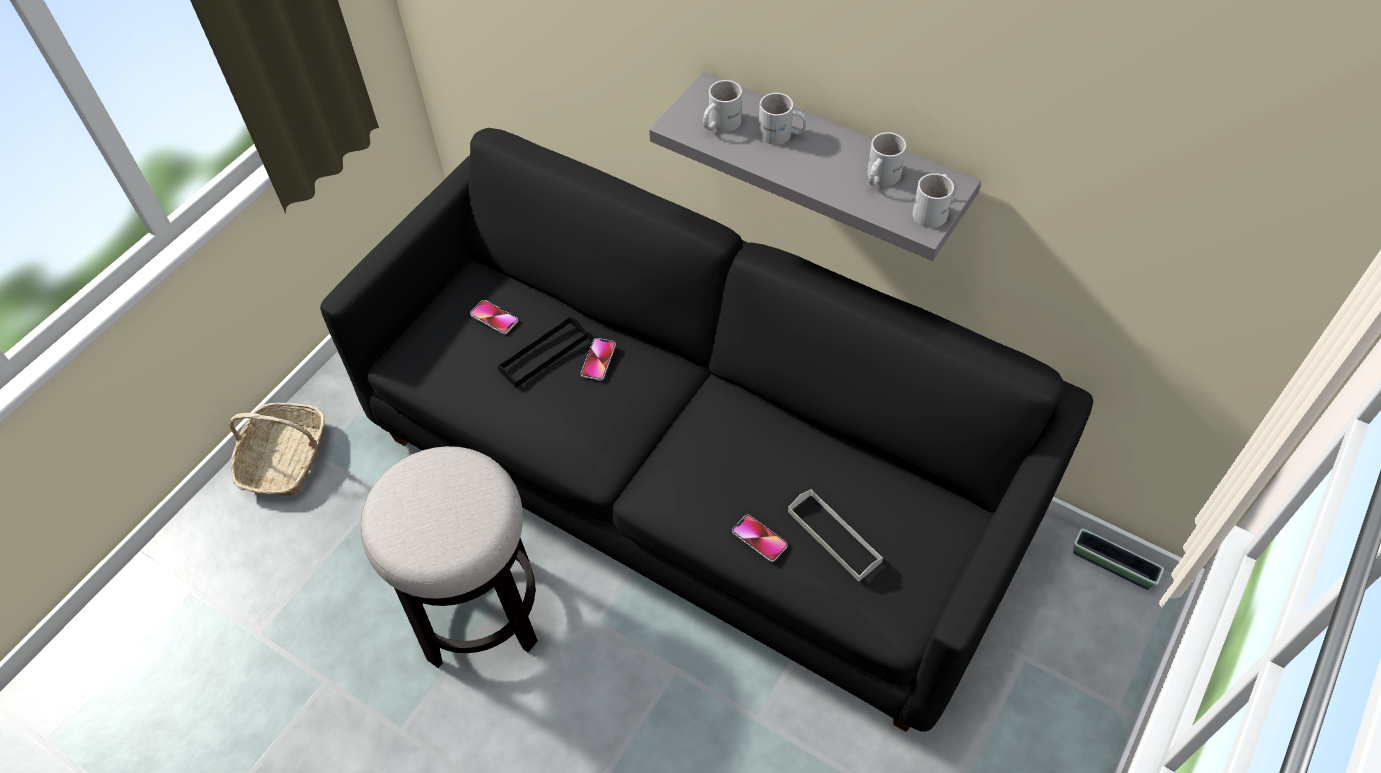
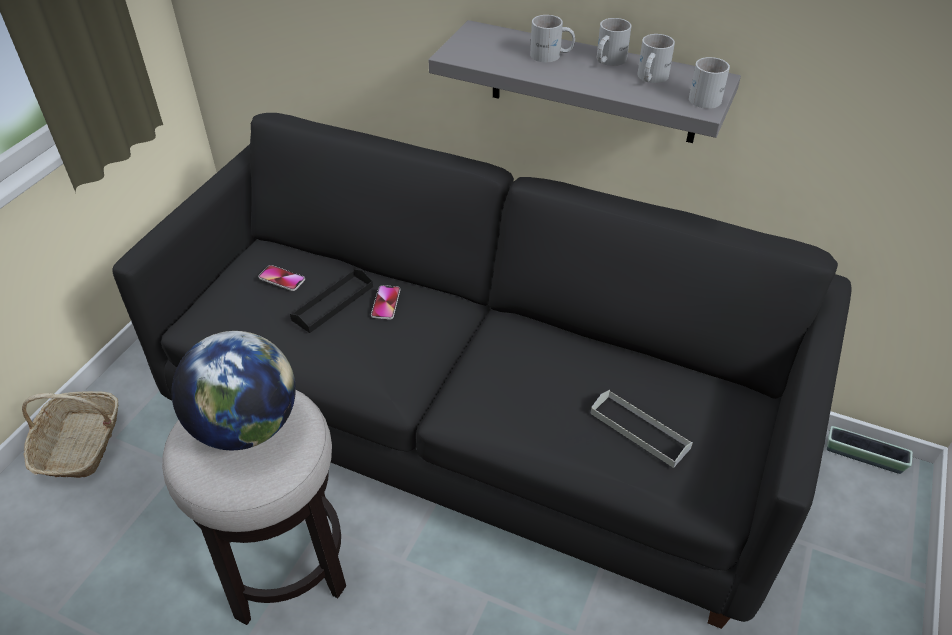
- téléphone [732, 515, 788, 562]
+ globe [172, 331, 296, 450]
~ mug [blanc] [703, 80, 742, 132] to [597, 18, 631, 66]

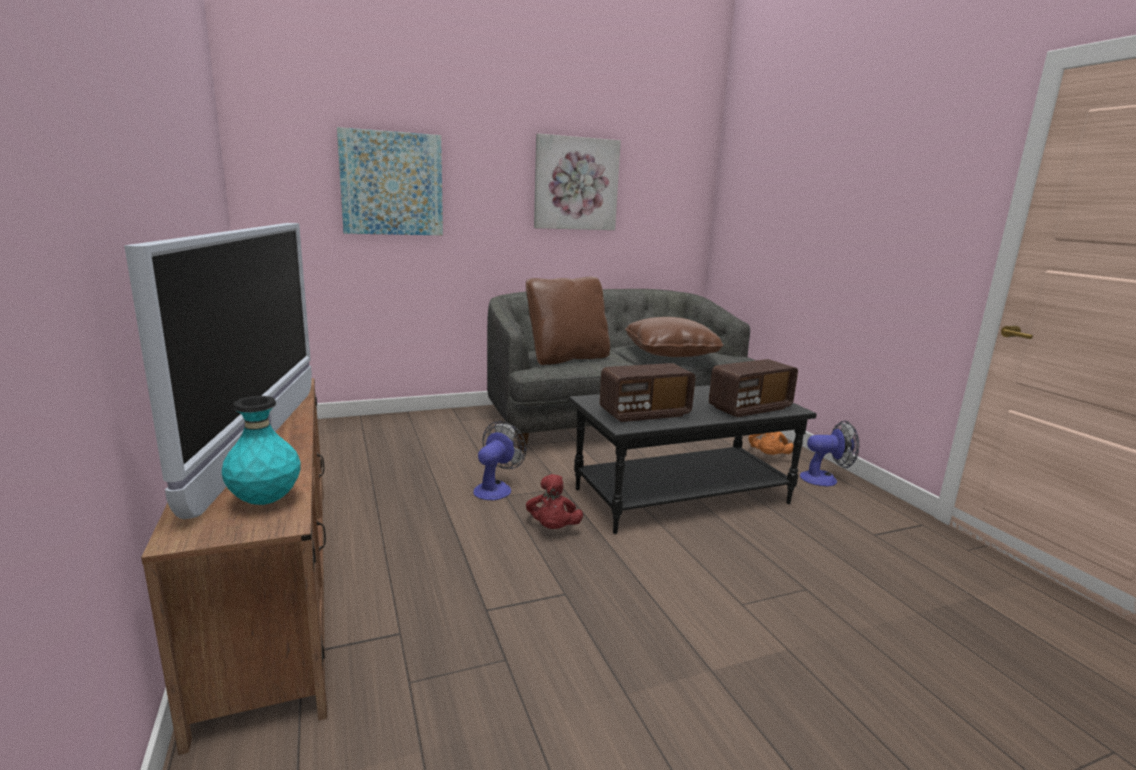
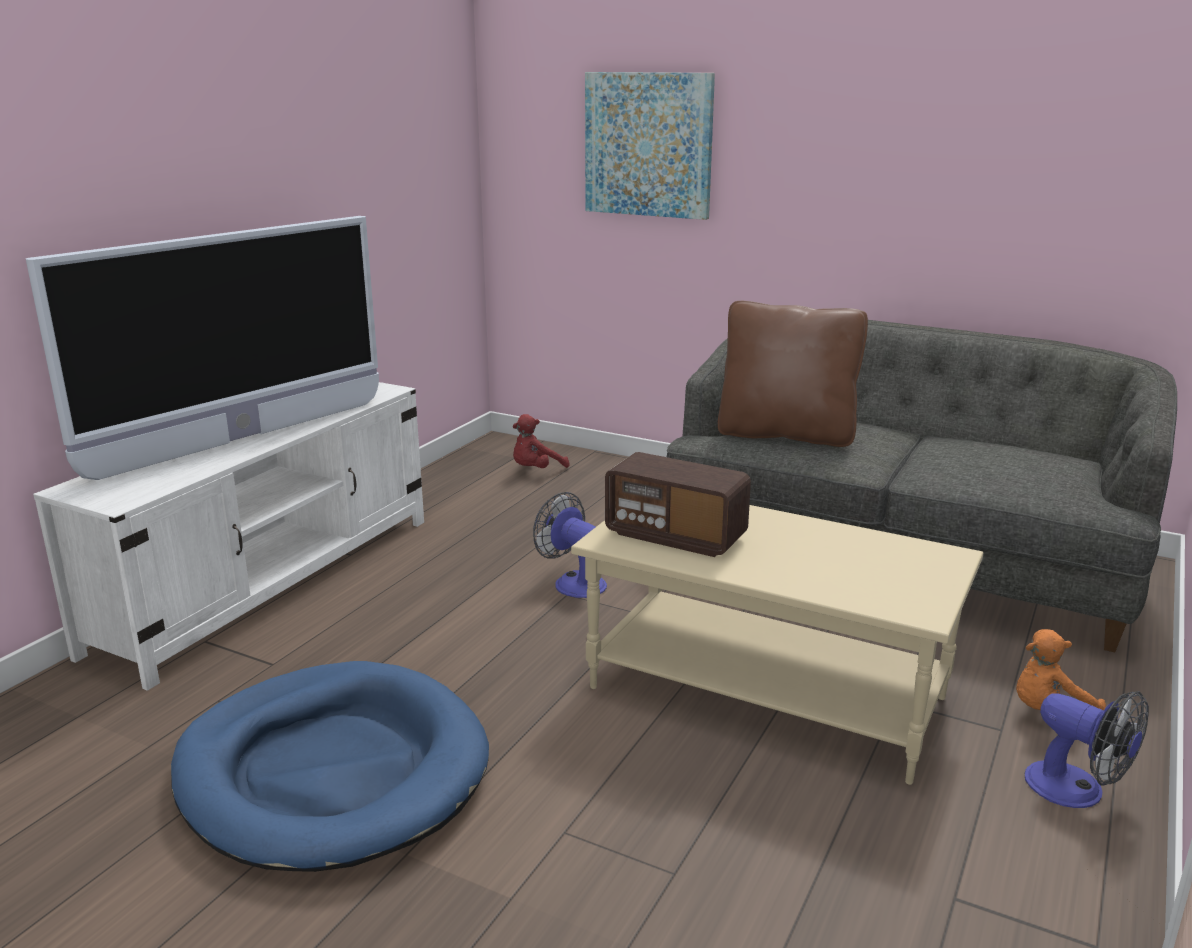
- vase [turquoise] [222, 396, 301, 505]
- tableau [534, 133, 621, 230]
- coussin [marron] [625, 317, 724, 357]
- radio [709, 359, 798, 417]
+ panier pour chien [bleu] [171, 661, 489, 872]
~ peluche [rouge] [526, 474, 583, 529] to [512, 414, 569, 468]
~ meuble télé [marron] [141, 378, 327, 755] to meuble télé [blanc] [33, 382, 424, 691]
~ table basse [noir] [568, 385, 817, 534] to table basse [beige] [571, 505, 983, 785]
~ ventilateur [473, 421, 526, 500] = [533, 492, 607, 598] 120 degrees counterclockwise

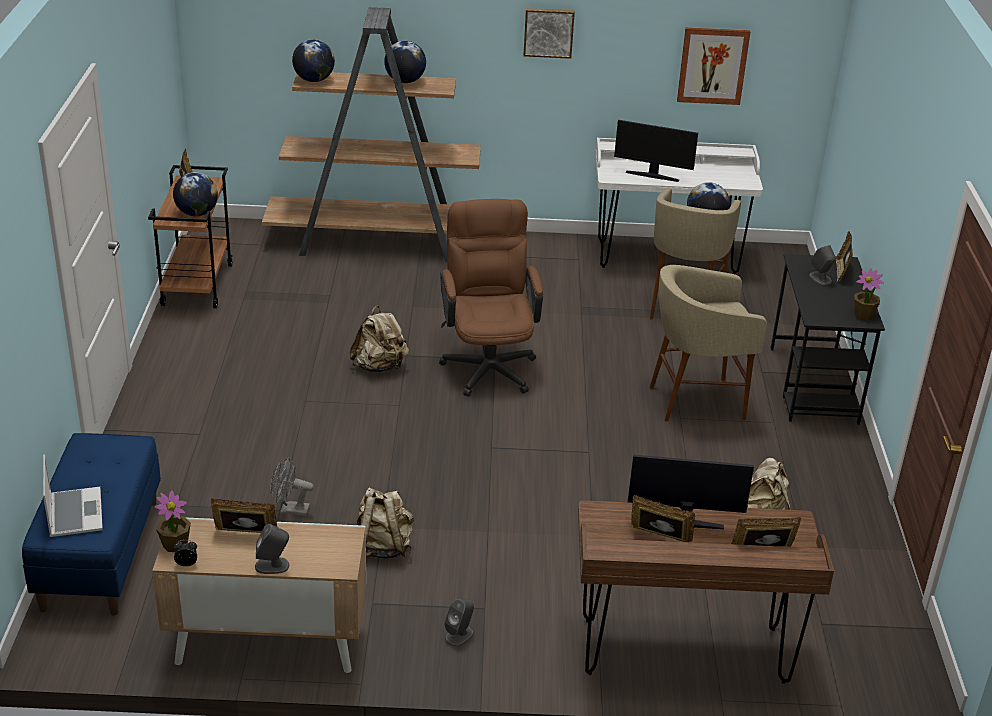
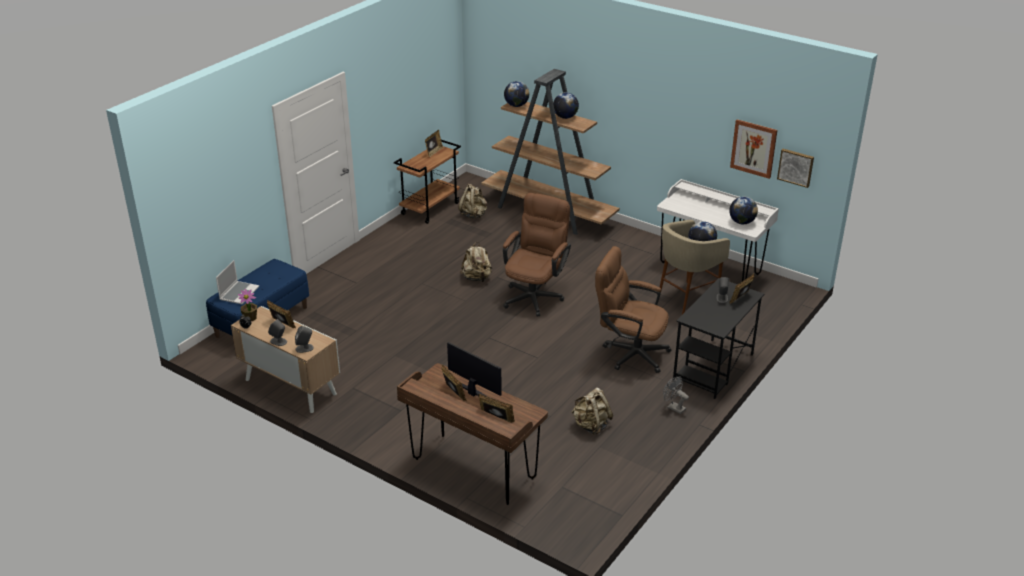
- écran d'ordinateur [614, 120, 698, 182]
- plante en pot [854, 268, 884, 320]
~ globe [173, 172, 218, 216] to [729, 197, 758, 224]
~ ventilateur [gris] [270, 457, 314, 516] to [663, 376, 689, 414]
~ sac à dos [beige] [356, 488, 414, 559] to [458, 183, 487, 219]
~ enceinte [gris] [444, 599, 474, 647] to [295, 326, 314, 353]
~ tableau [523, 8, 575, 59] to [777, 149, 814, 188]
~ tabouret [beige] [650, 265, 767, 422] to chaise de bureau [marron] [595, 246, 672, 373]

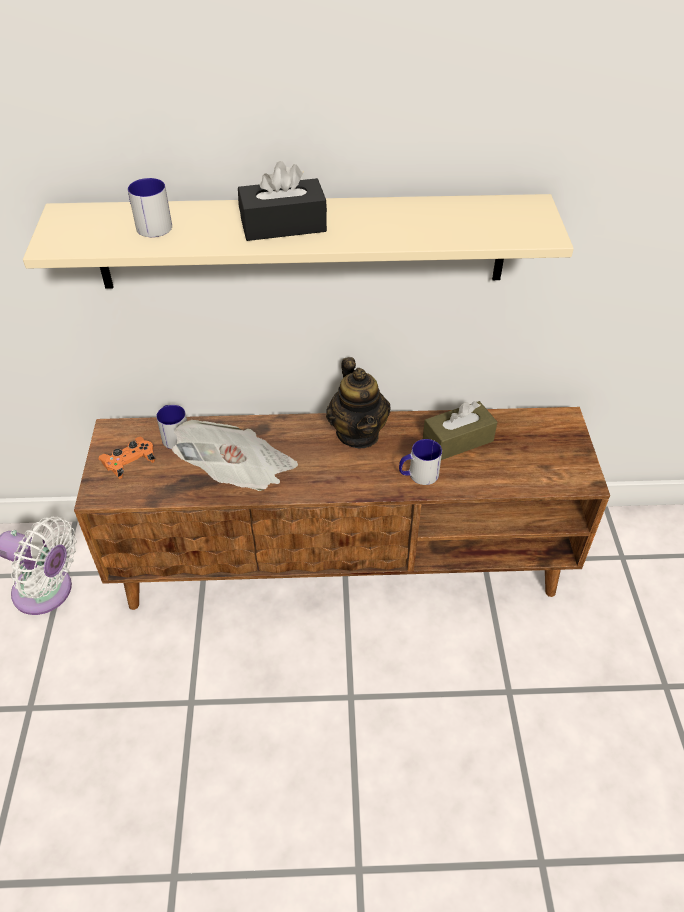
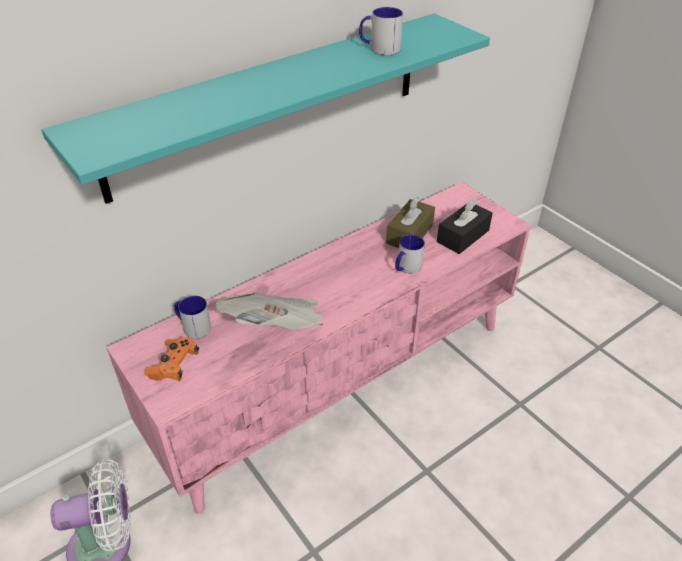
- théière [326, 357, 391, 449]
~ mug [128, 178, 172, 237] to [359, 7, 403, 55]
~ boîte à mouchoirs [noir] [238, 161, 327, 241] to [437, 199, 493, 254]
~ étagère [beige] [23, 194, 574, 289] to étagère [turquoise] [42, 14, 490, 204]
~ meuble télé [marron] [74, 407, 610, 610] to meuble télé [rose] [106, 182, 531, 513]

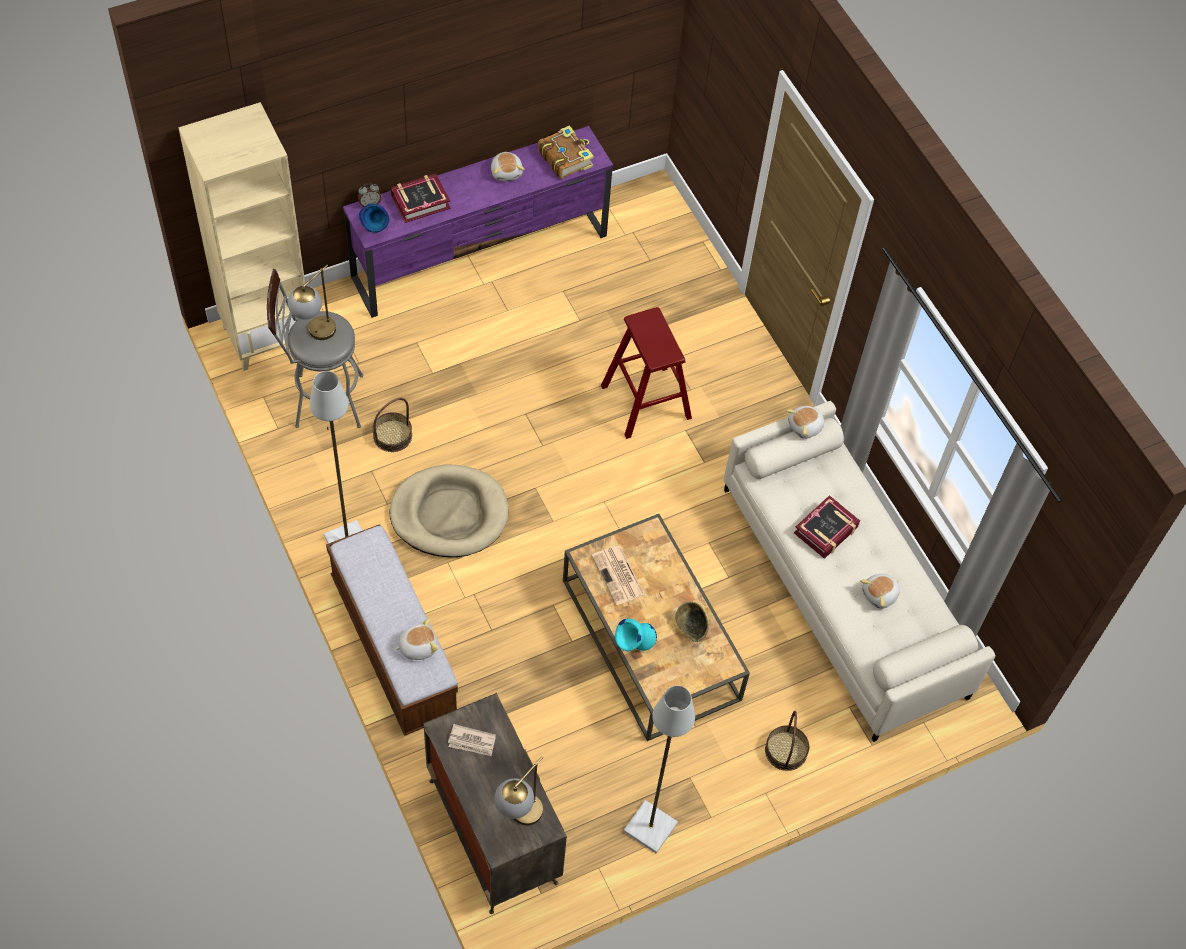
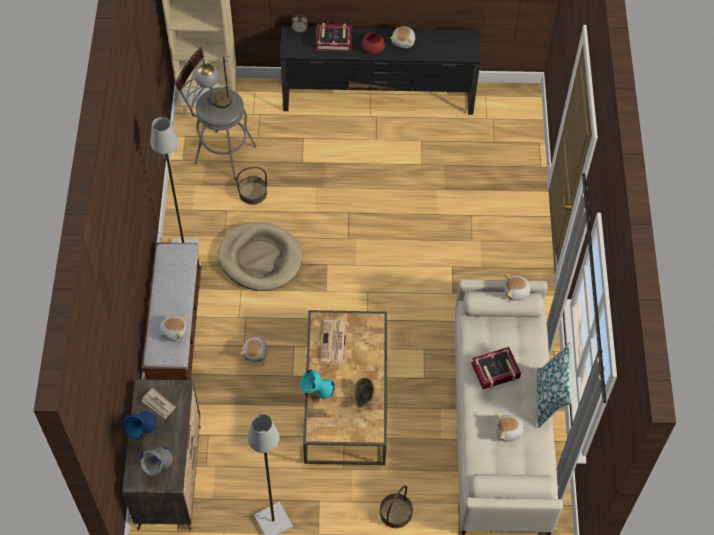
- livre [538, 125, 594, 179]
- tabouret [rouge] [601, 307, 692, 439]
+ peluche [240, 336, 267, 362]
+ bol [rouge] [362, 32, 385, 54]
+ coussin [537, 343, 572, 428]
~ vase [bleu] [359, 204, 389, 233] to [123, 411, 157, 439]
~ lampe de table [494, 756, 543, 825] to vase [gris] [139, 446, 173, 476]
~ meuble télé [violet] [343, 126, 613, 318] to meuble télé [noir] [280, 26, 481, 115]

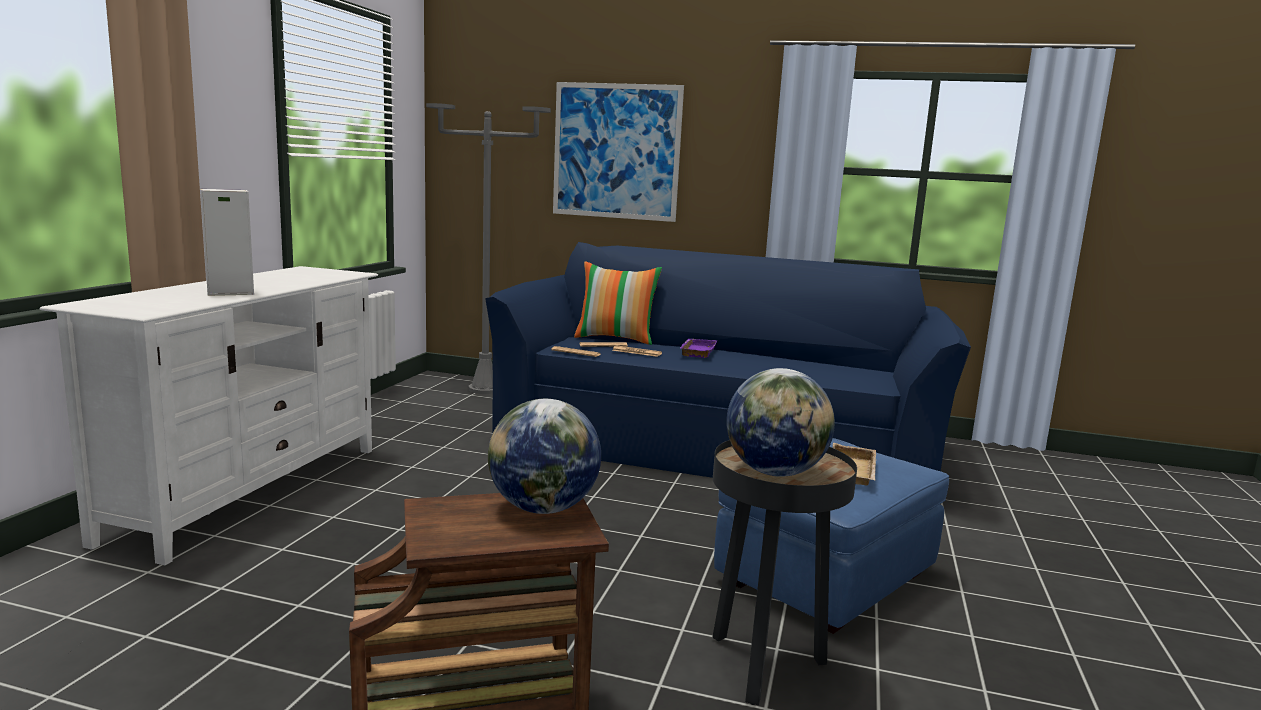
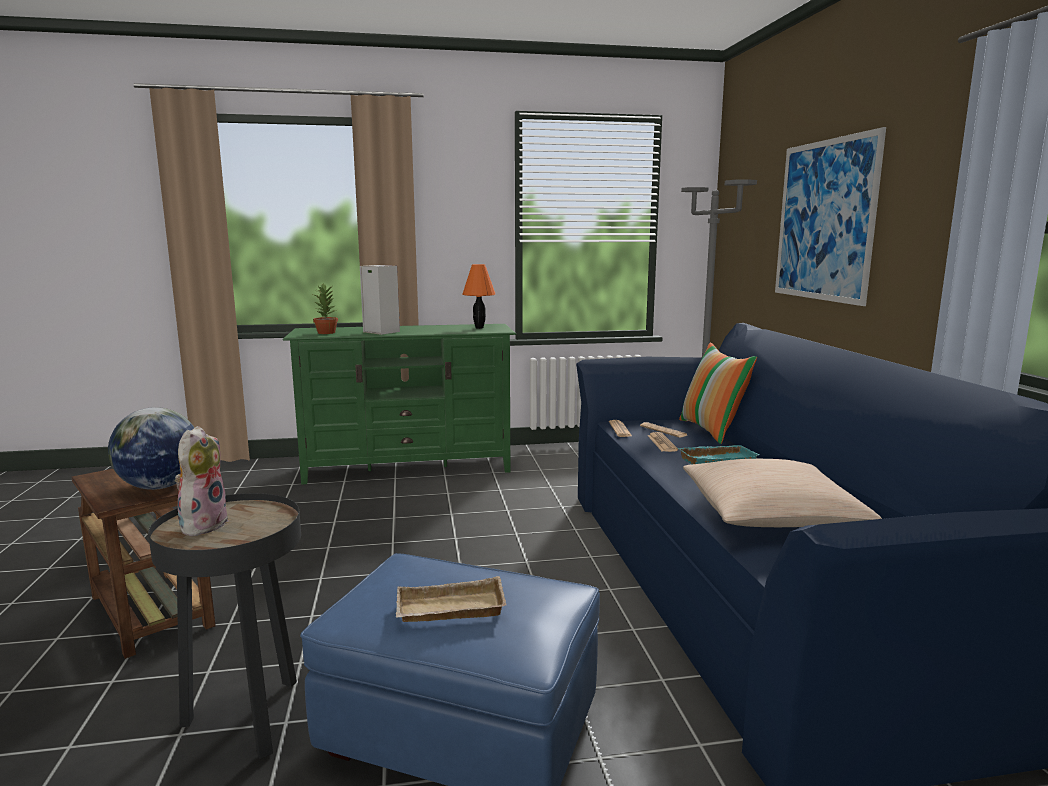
+ plante en pot [313, 283, 338, 334]
+ lampe de table [orange] [462, 264, 495, 329]
+ coussin [beige] [683, 459, 882, 527]
~ globe [726, 368, 835, 477] to peluche [175, 426, 230, 536]
~ meuble télé [blanc] [39, 266, 378, 565] to meuble télé [vert] [283, 324, 516, 485]
~ plateau [violet] [680, 339, 717, 358] to plateau [turquoise] [678, 445, 760, 464]

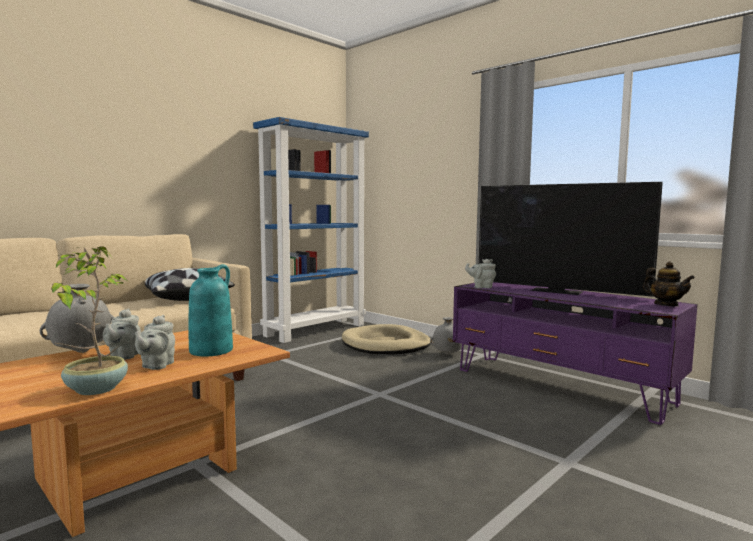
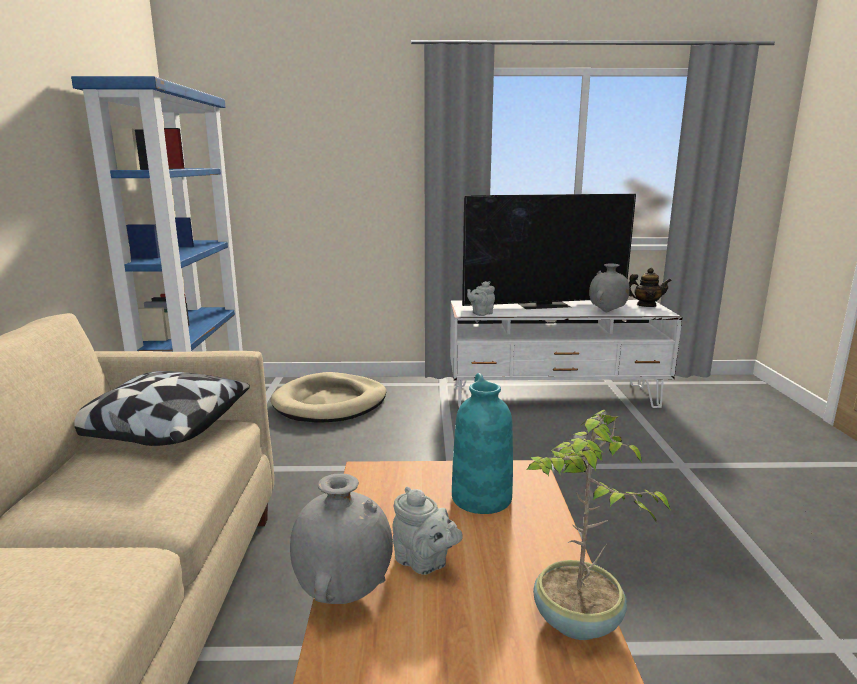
- théière [gris] [135, 315, 175, 370]
~ vase [gris] [430, 317, 465, 355] to [589, 263, 630, 312]
~ meuble télé [violet] [453, 282, 698, 425] to meuble télé [blanc] [450, 300, 682, 408]

